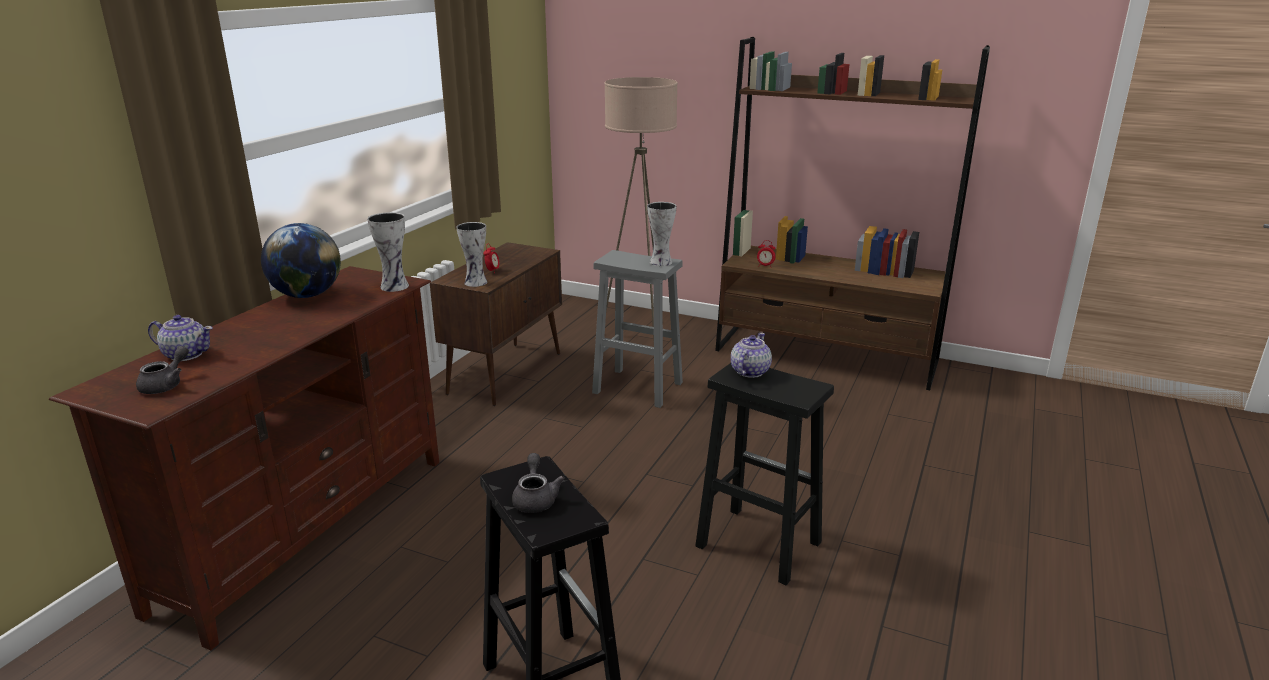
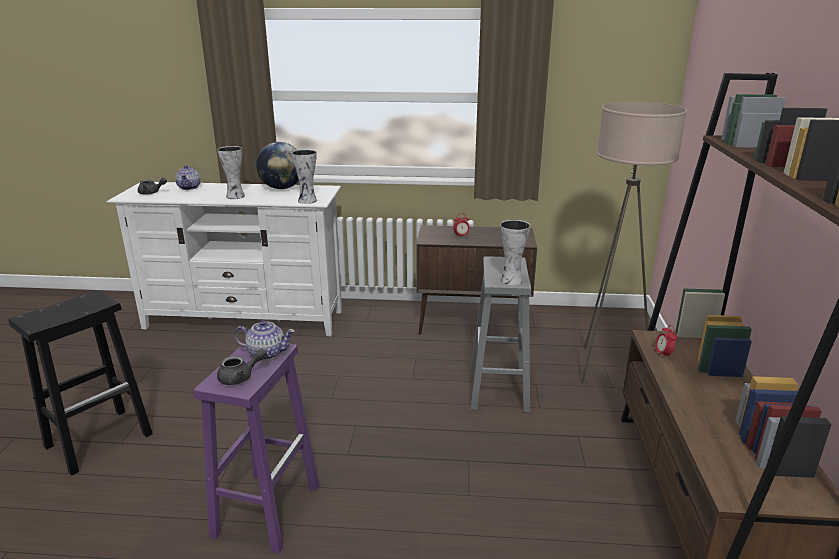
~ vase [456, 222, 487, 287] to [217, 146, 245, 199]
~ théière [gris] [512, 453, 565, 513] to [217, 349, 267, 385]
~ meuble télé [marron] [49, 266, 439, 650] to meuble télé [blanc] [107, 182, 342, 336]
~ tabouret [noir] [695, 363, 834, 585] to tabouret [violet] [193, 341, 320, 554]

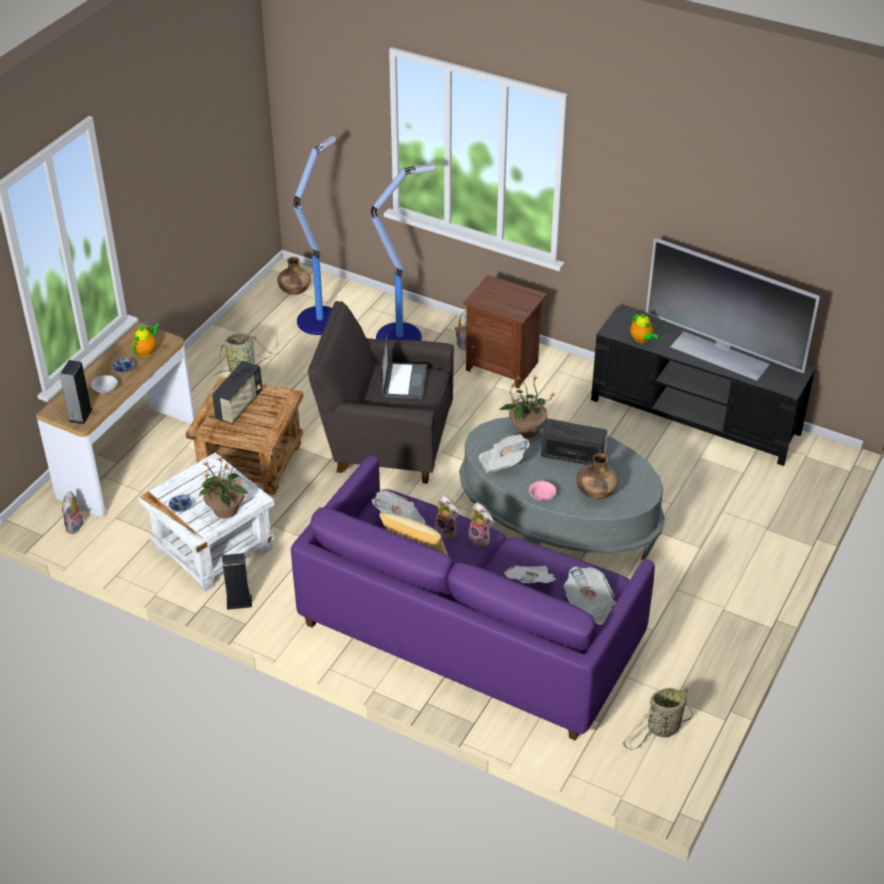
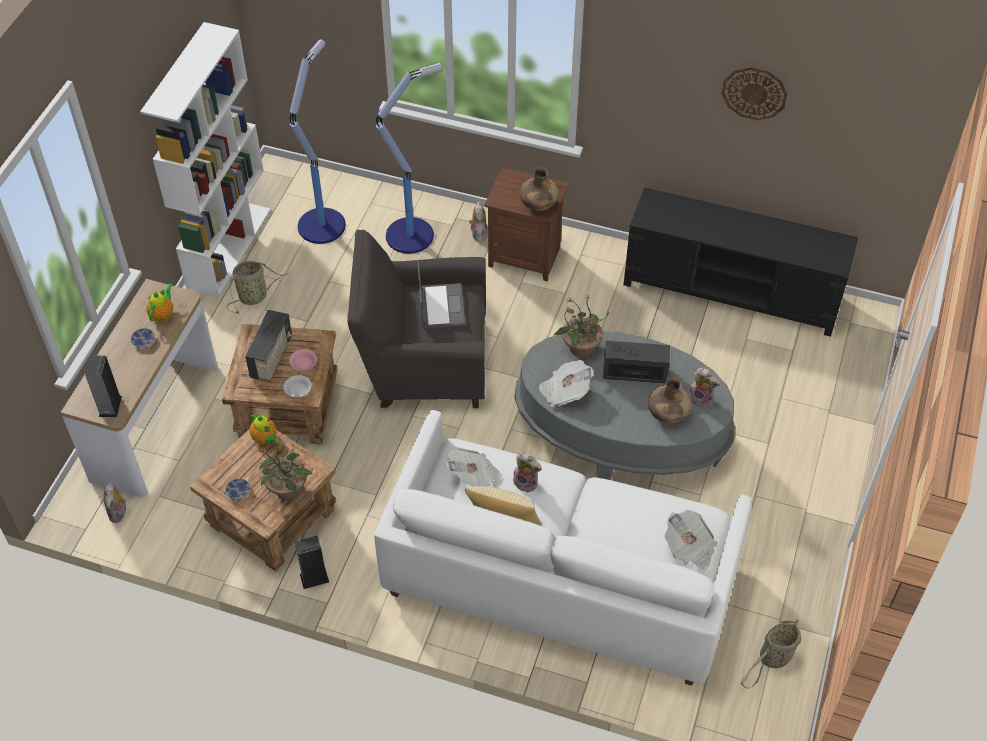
- journal [504, 565, 556, 583]
- téléviseur [646, 238, 820, 381]
+ bibliothèque [blanc] [140, 22, 271, 298]
+ horloge murale [721, 67, 787, 120]
~ bol [blanc] [91, 375, 118, 393] to [284, 375, 312, 397]
~ vase [marron] [277, 257, 311, 295] to [520, 168, 559, 211]
~ peluche [468, 503, 493, 548] to [689, 368, 720, 408]
~ bol [rose] [529, 481, 556, 501] to [289, 349, 317, 371]
~ théière [630, 313, 658, 343] to [250, 414, 279, 445]
~ table d'appoint [blanc] [139, 452, 274, 592] to table d'appoint [marron] [190, 428, 337, 571]
~ canapé [violet] [291, 456, 655, 740] to canapé [blanc] [374, 410, 752, 686]

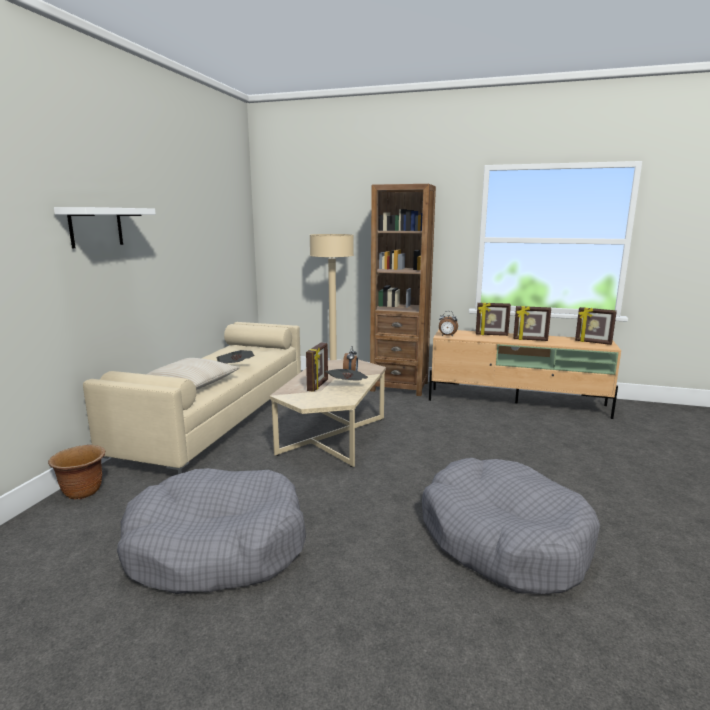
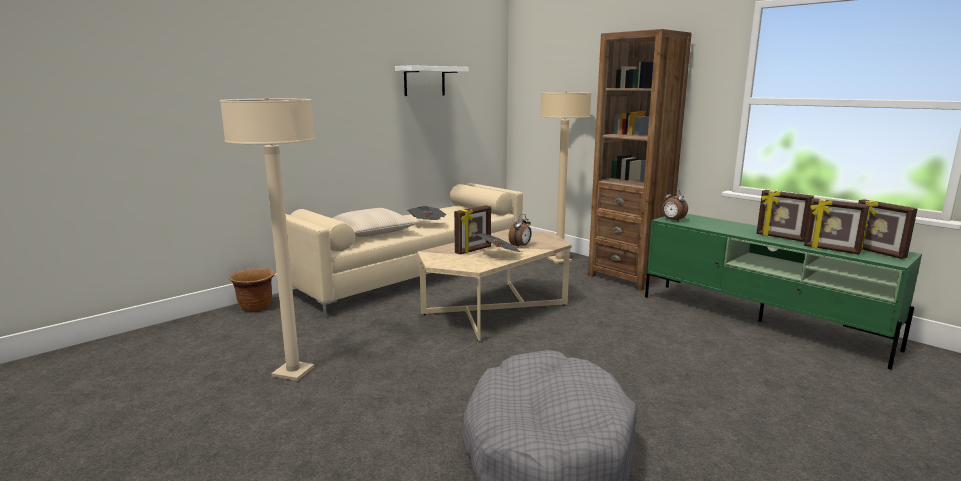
~ étagère [blanc] [54, 207, 156, 248] to [395, 65, 469, 96]
~ cadre photo [476, 302, 511, 336] to [804, 198, 870, 254]
~ panier pour chien [gris] [117, 468, 306, 594] to lampadaire [beige] [220, 98, 315, 381]
~ meuble télé [beige] [429, 329, 621, 419] to meuble télé [vert] [645, 214, 922, 370]

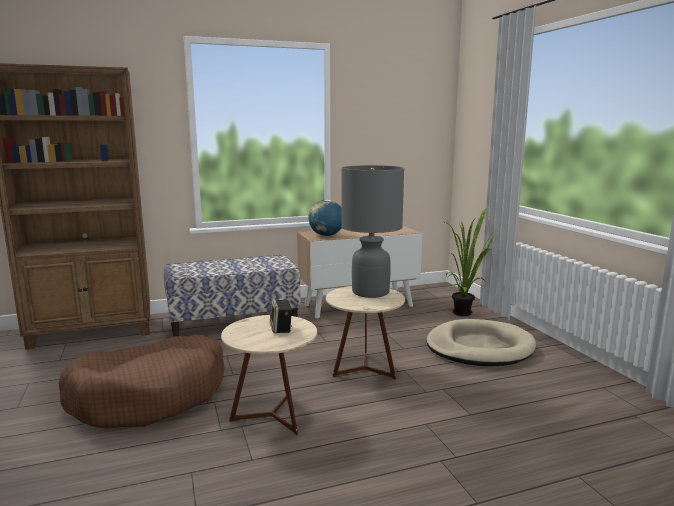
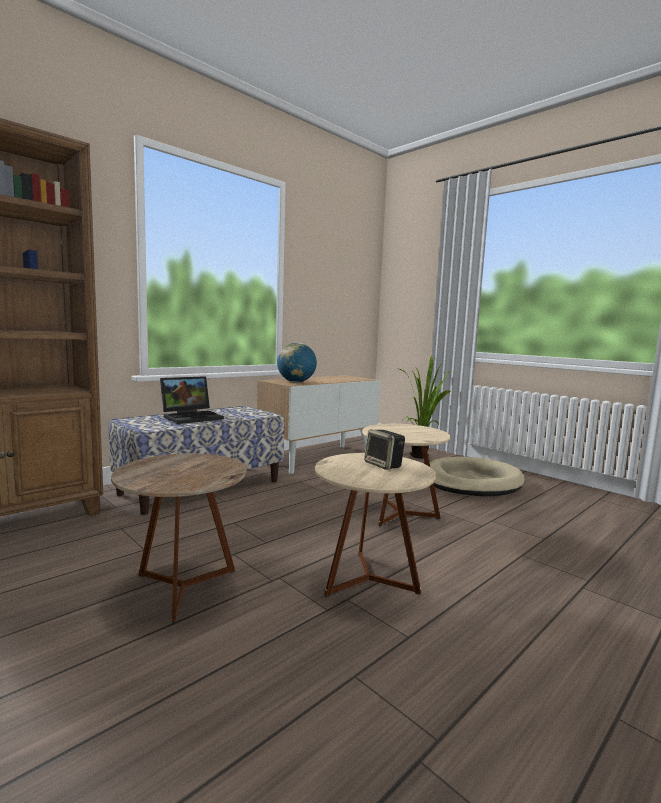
- lampe de table [gris] [341, 165, 404, 298]
+ ordinateur portable [160, 376, 224, 424]
~ panier pour chien [marron] [58, 335, 225, 429] to table d'appoint [marron] [111, 453, 247, 623]

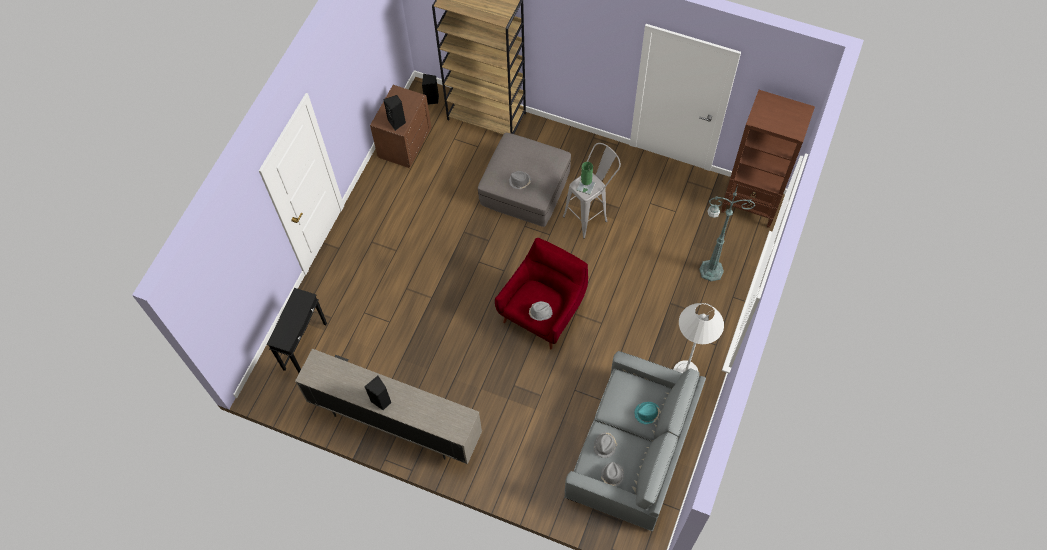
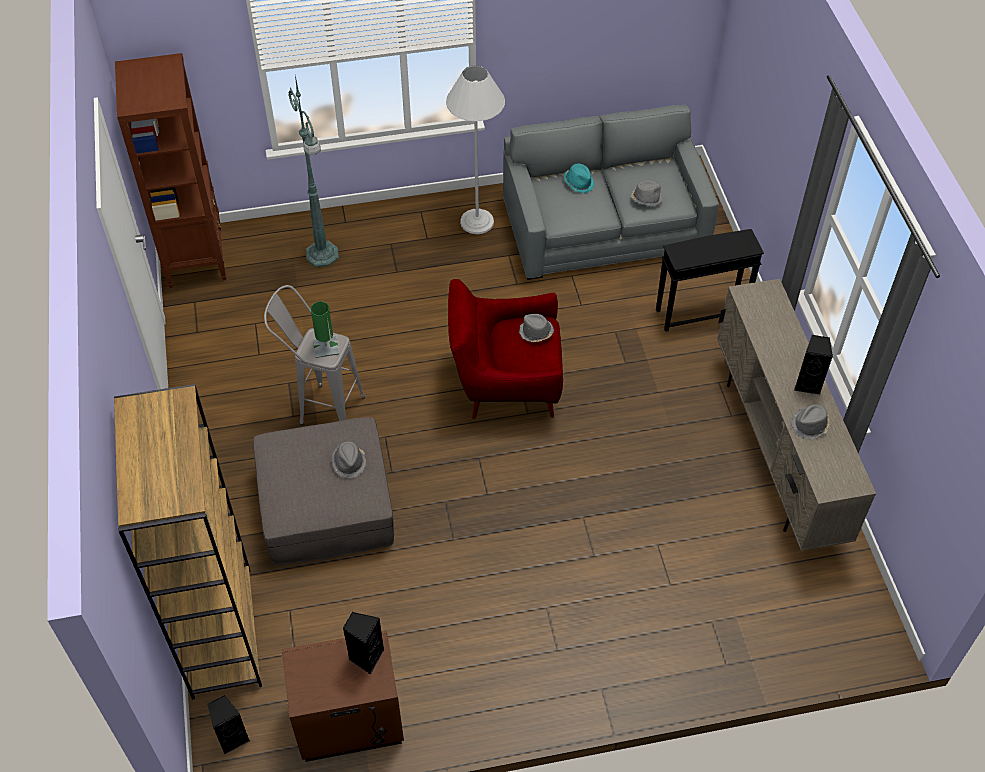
~ table d'appoint [noir] [267, 288, 327, 373] to [656, 229, 764, 332]
~ chapeau [gris] [601, 462, 624, 486] to [790, 404, 830, 439]

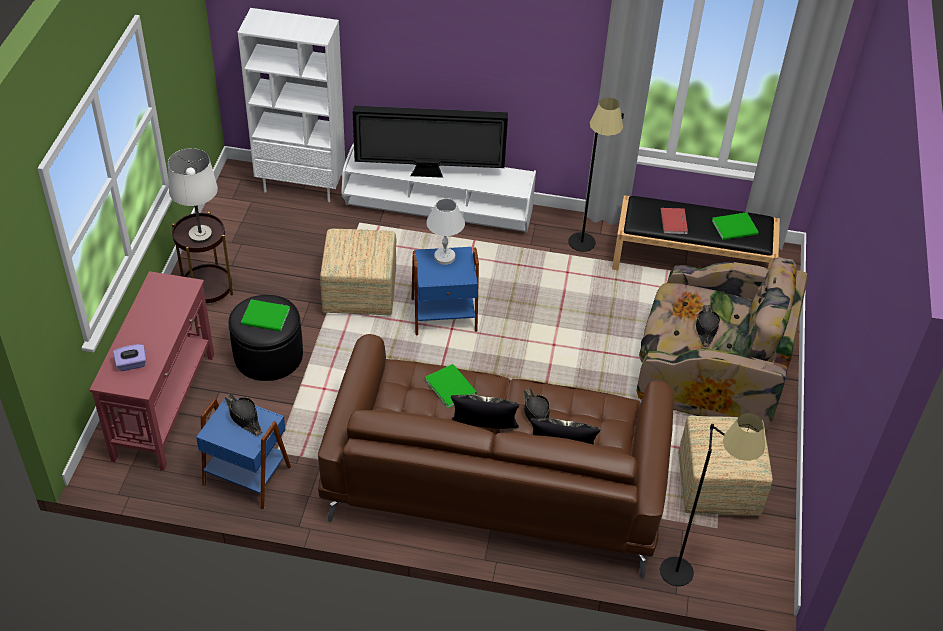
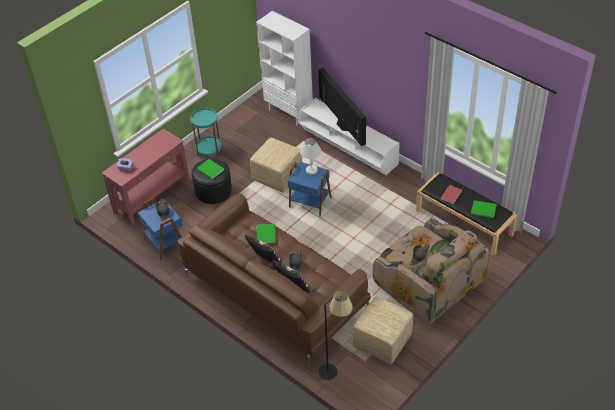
- lampe de table [blanc] [168, 148, 218, 243]
- lampadaire [noir] [569, 97, 624, 252]
~ table d'appoint [marron] [172, 212, 233, 303] to table d'appoint [turquoise] [190, 108, 222, 156]
~ téléviseur [353, 106, 508, 178] = [318, 68, 366, 146] 150 degrees counterclockwise

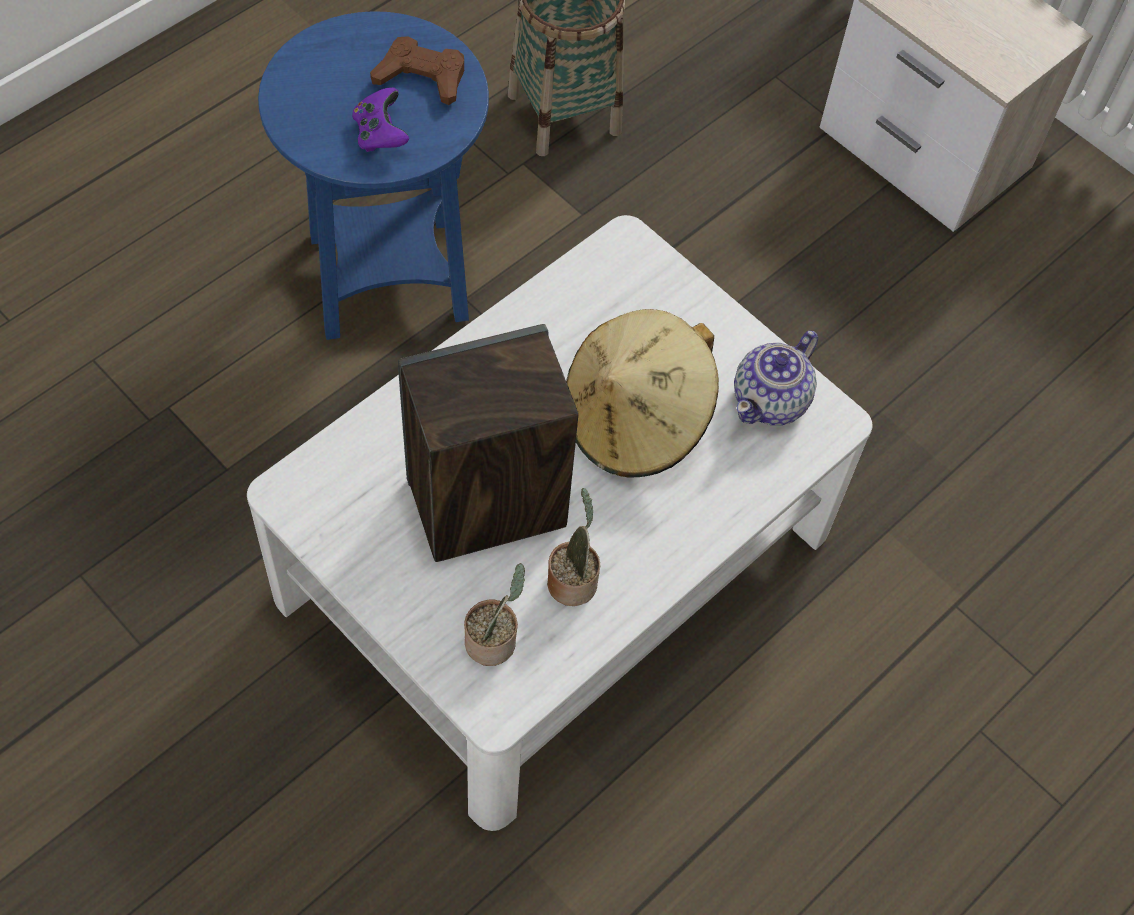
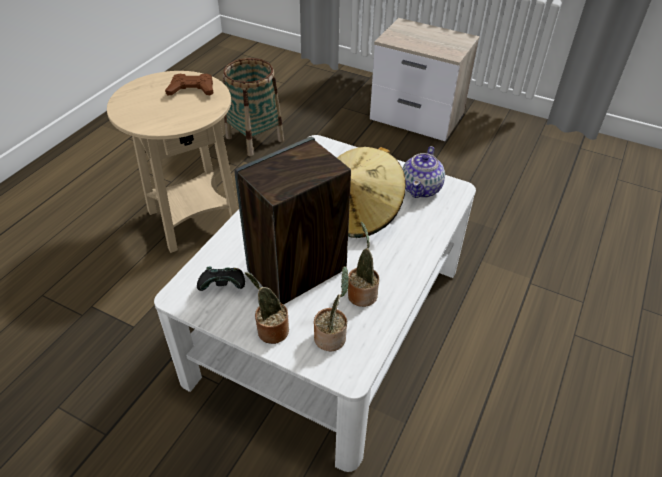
- manette [violet] [352, 87, 409, 152]
+ manette [noir] [197, 267, 245, 291]
+ plante en pot [244, 272, 289, 344]
~ table d'appoint [bleu] [258, 11, 489, 340] to table d'appoint [beige] [107, 71, 238, 253]

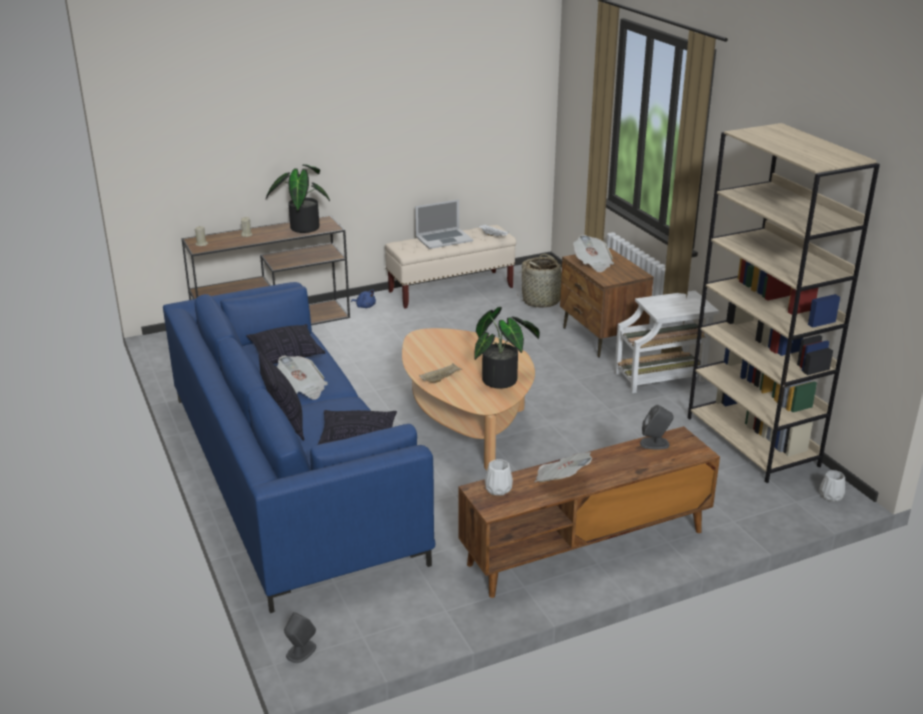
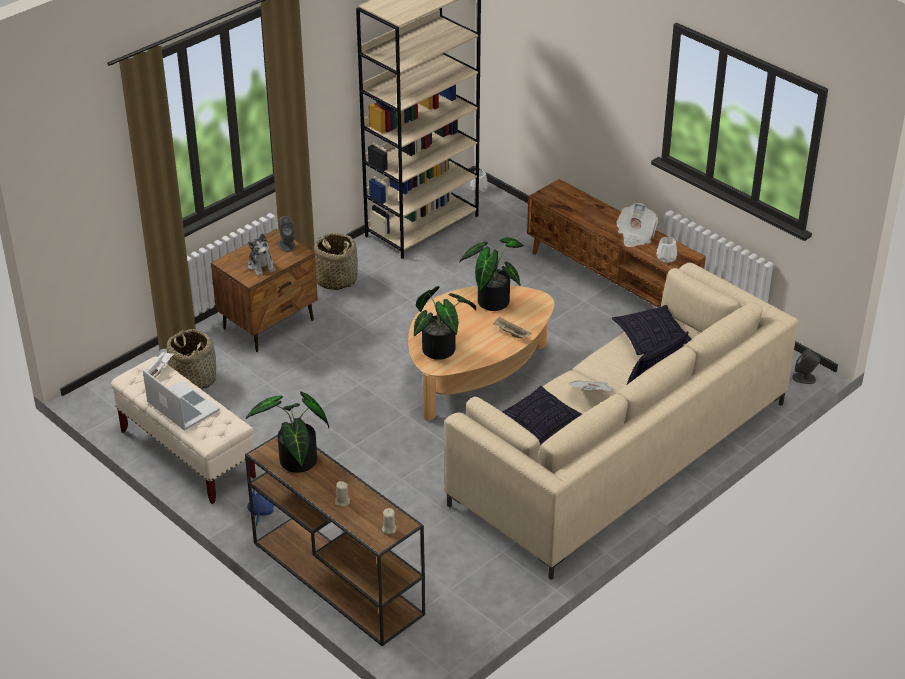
+ plante en pot [414, 286, 476, 360]
~ enceinte [gris] [640, 405, 674, 449] to [278, 216, 296, 252]
~ journal [573, 235, 614, 273] to peluche [248, 233, 275, 276]
~ table d'appoint [blanc] [614, 291, 719, 393] to panier [314, 233, 358, 290]
~ canapé [bleu] [163, 282, 435, 613] to canapé [beige] [444, 263, 799, 580]

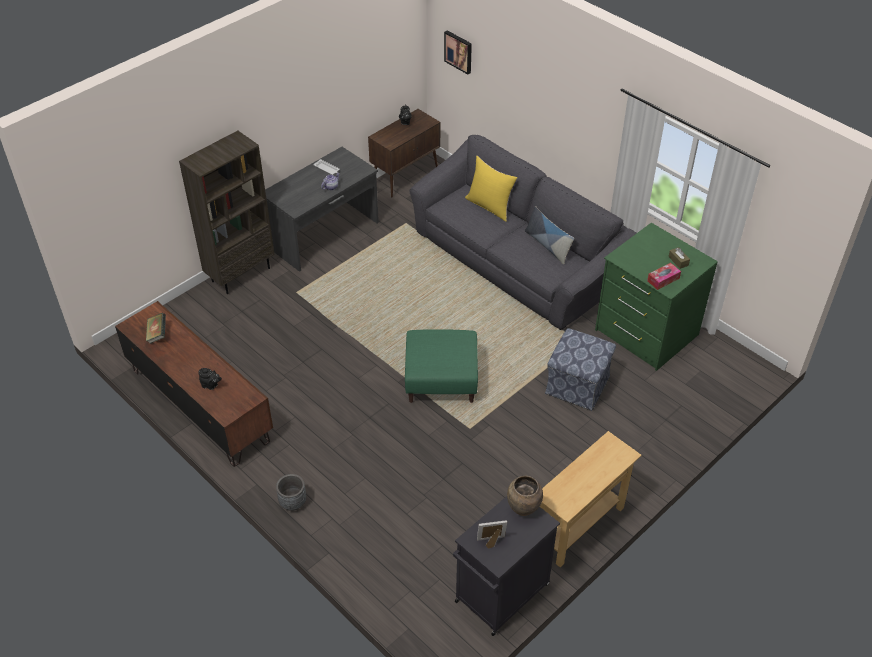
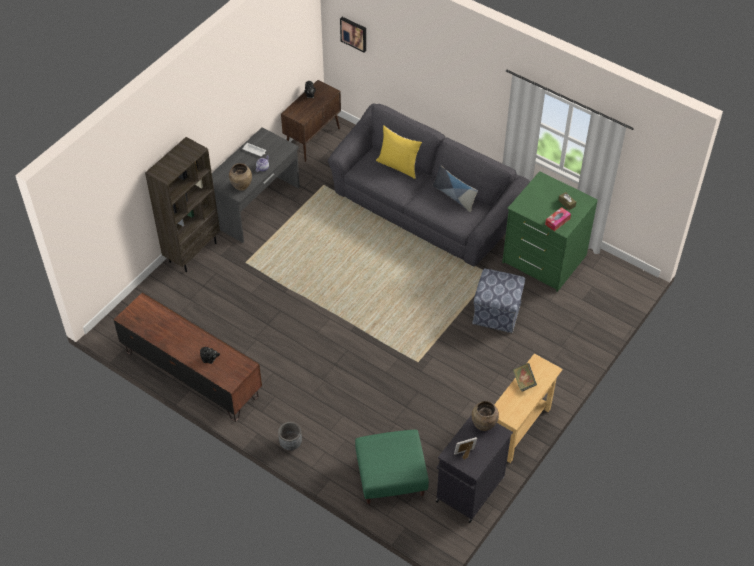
+ vase [marron] [229, 163, 252, 191]
~ livre [146, 313, 166, 344] to [513, 363, 537, 392]
~ pouf [vert] [405, 329, 478, 403] to [355, 430, 429, 504]

